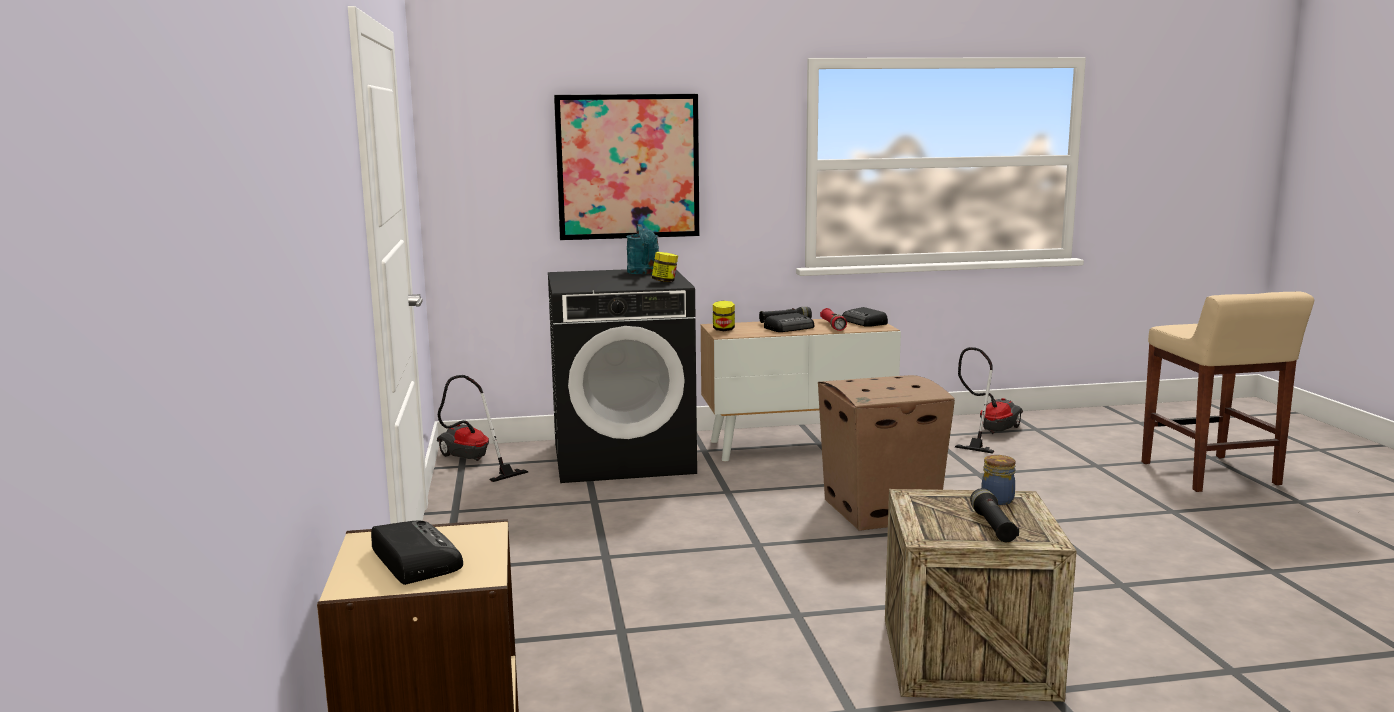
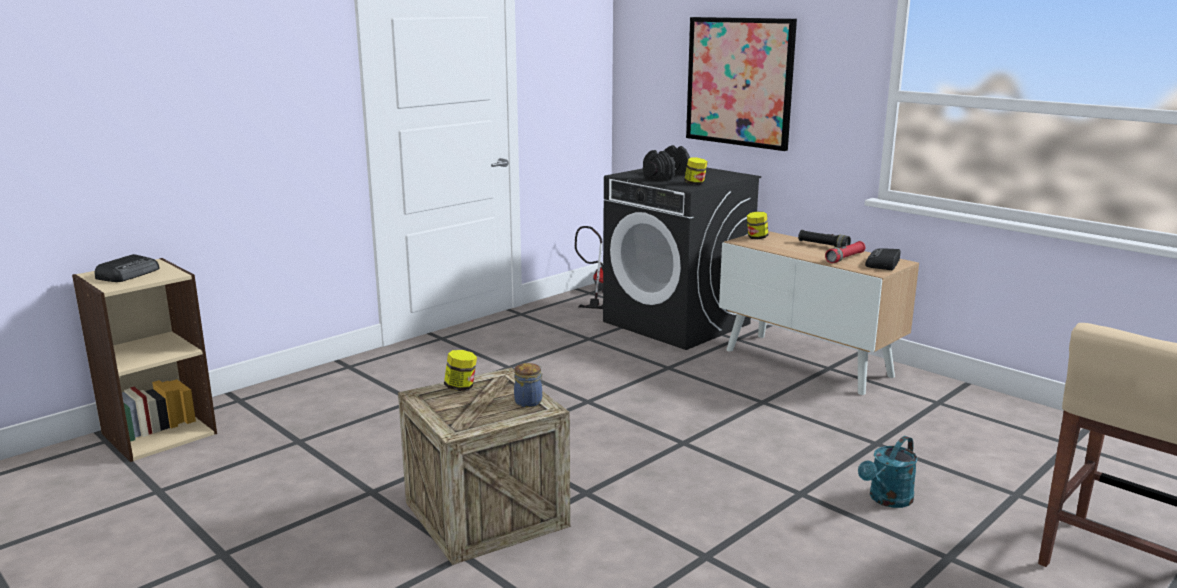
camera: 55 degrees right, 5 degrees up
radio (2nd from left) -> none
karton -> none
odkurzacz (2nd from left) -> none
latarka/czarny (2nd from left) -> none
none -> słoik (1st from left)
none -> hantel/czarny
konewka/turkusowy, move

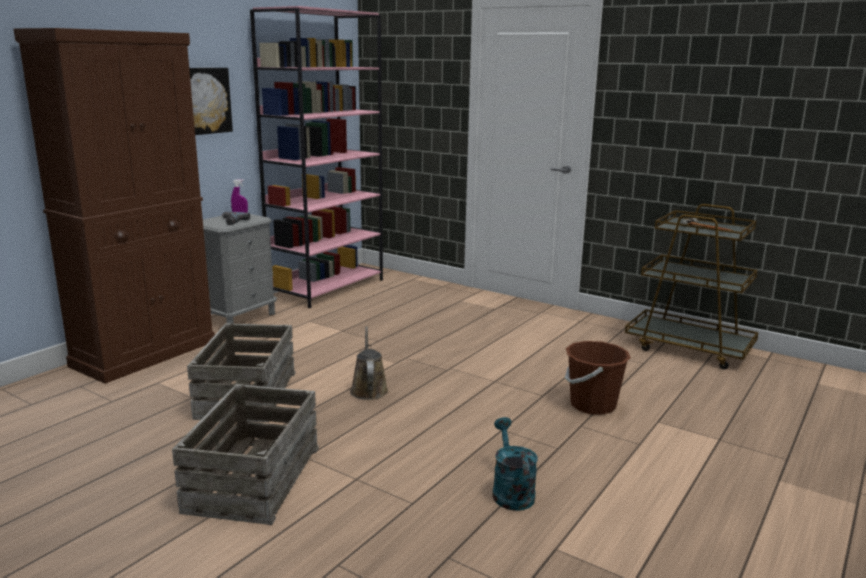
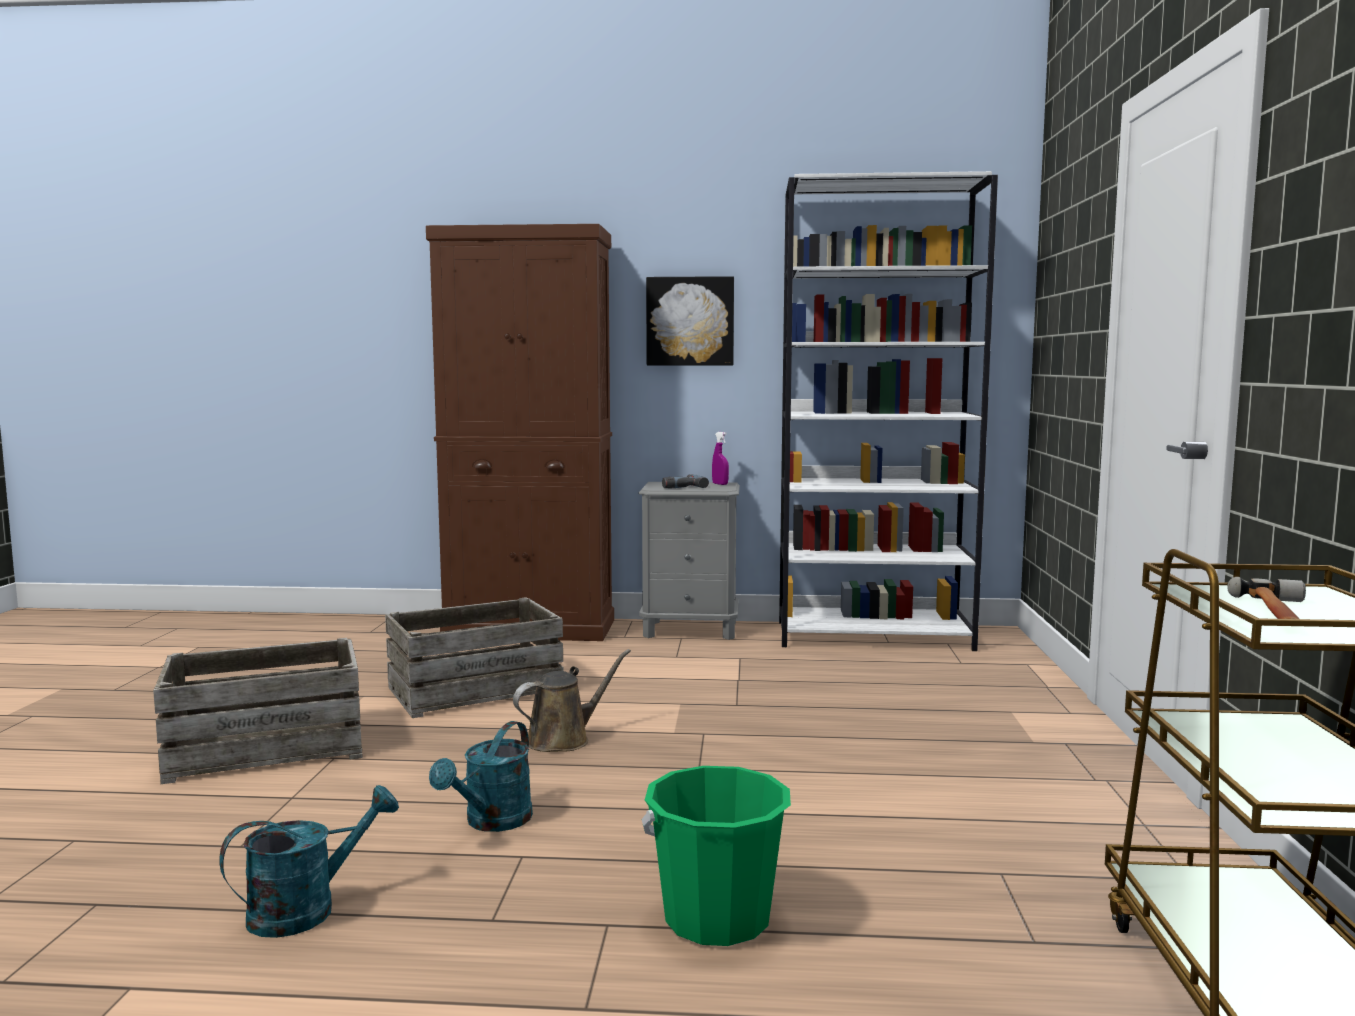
camera: 60 degrees right, 10 degrees down
none -> konewka/turkusowy (2nd from left)
regał/różowy -> regał/biały
wiadro/brązowy -> wiadro/zielony

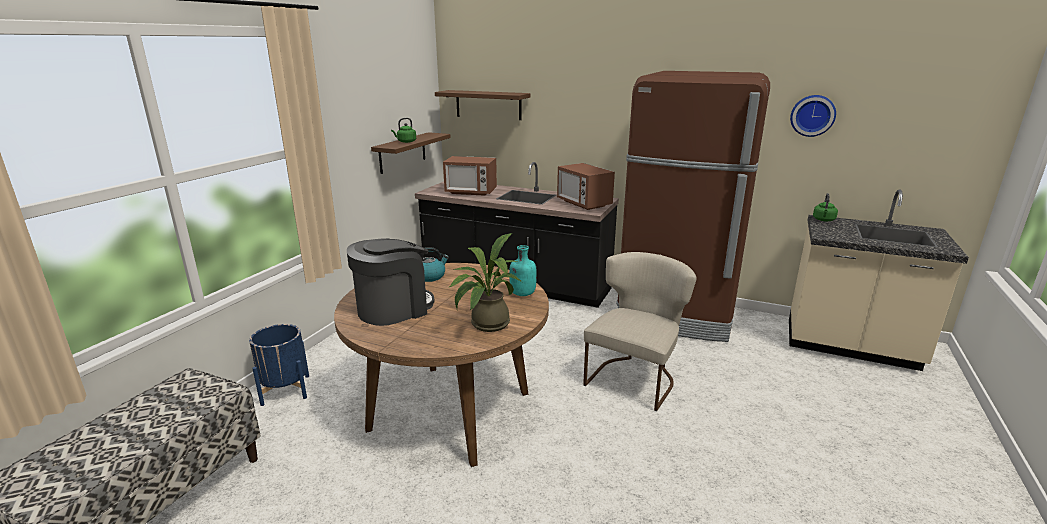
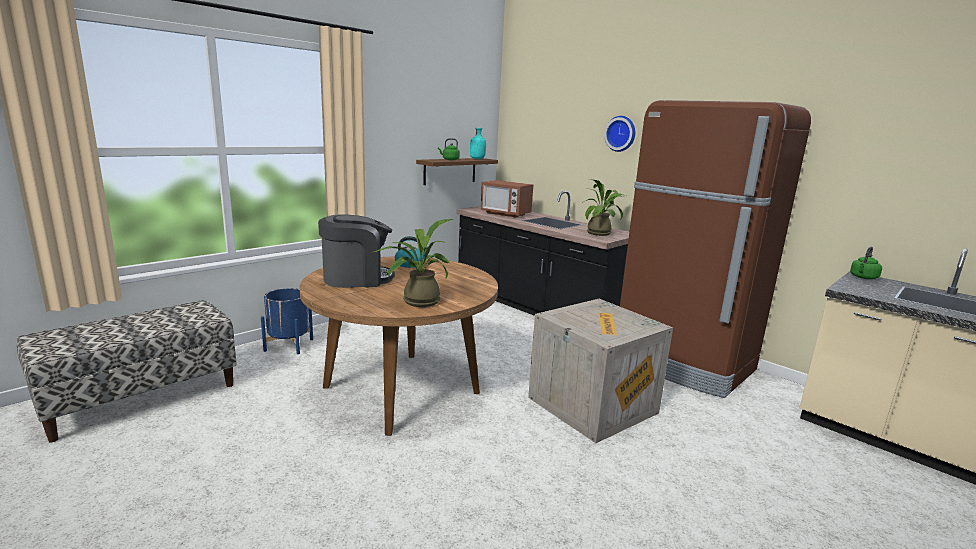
camera: 20 degrees right, 5 degrees down
półka/brązowy (2nd from left) -> none
butelka/turkusowy, move
zegar ścienny, move
mikrofalówka (2nd from left) -> roślina doniczkowa (2nd from left)
krzesło/beżowy -> skrzynka

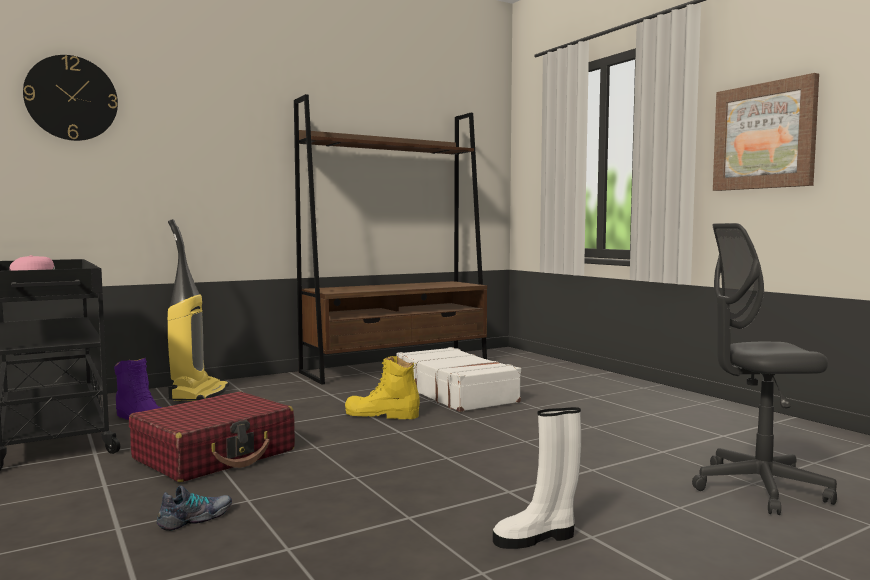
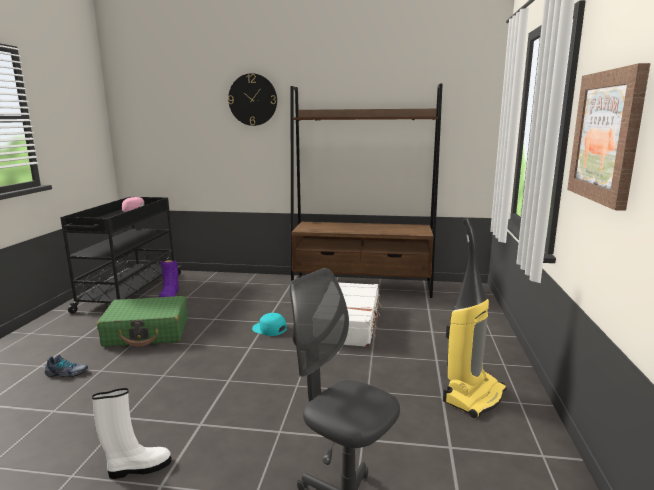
camera: 40 degrees right, 10 degrees up
zegar ścienny, move
odkurzacz, move
but z cholewką/żółty -> czapka z daszkiem/turkusowy
walizka/czerwony -> walizka/zielony
but z cholewką/biały, 135 degrees clockwise

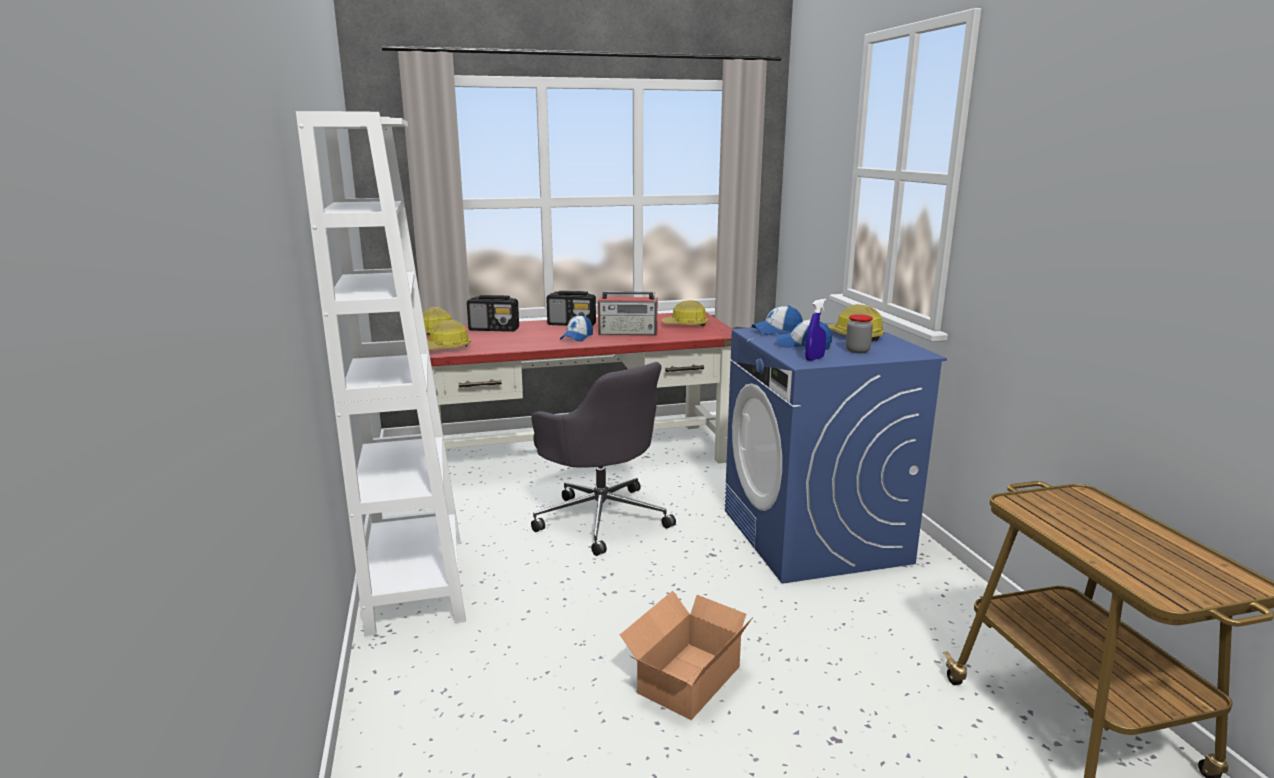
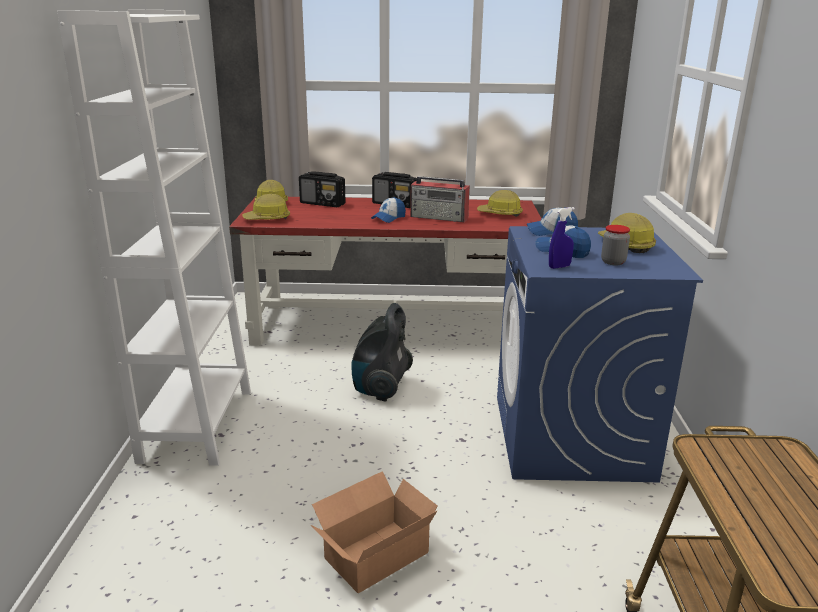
camera: 15 degrees right, 5 degrees up
krzesło biurowe/szary -> odkurzacz

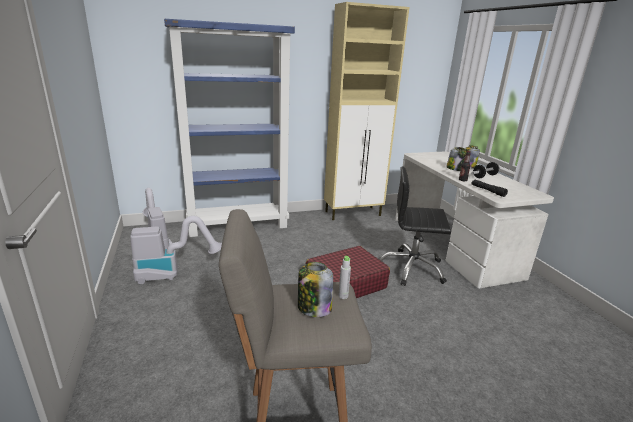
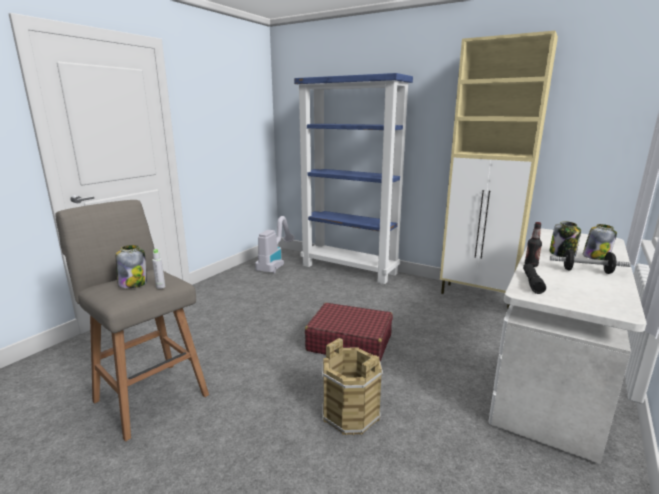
camera: 50 degrees right, 5 degrees down
odkurzacz (2nd from left) -> none
krzesło biurowe/czarny -> none
none -> wiadro/brązowy

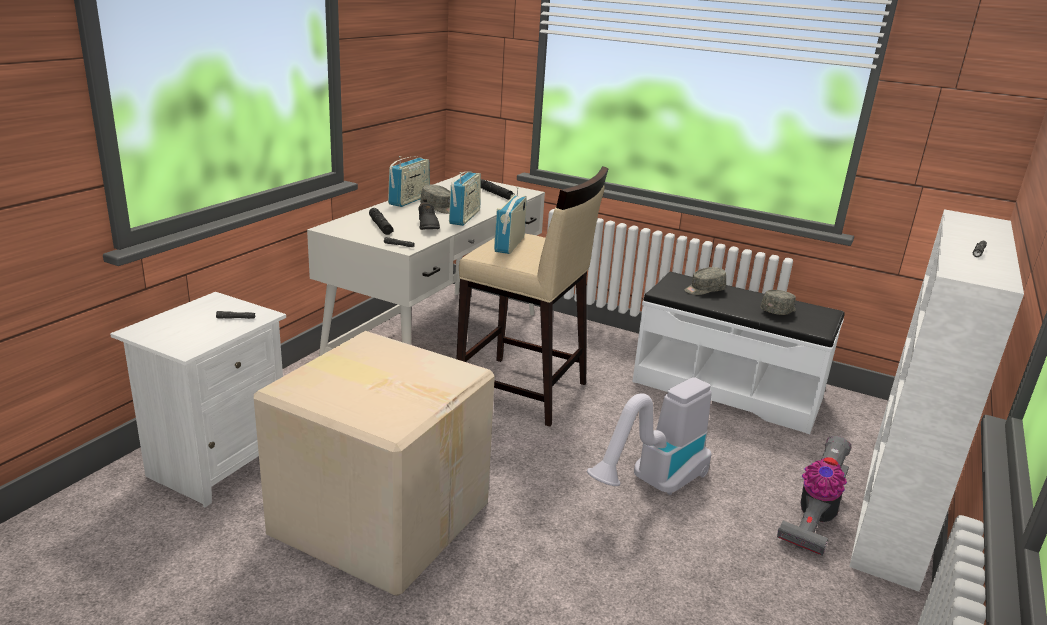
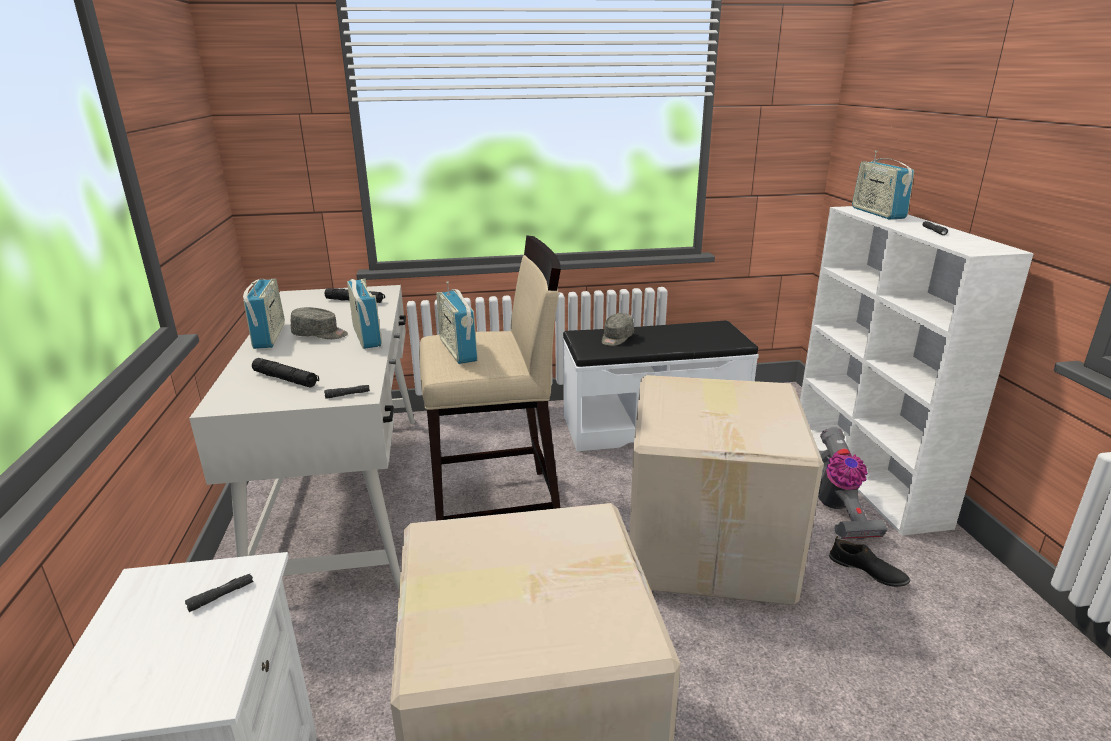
camera: 35 degrees left, 0 degrees up
czapka z daszkiem/szary (3rd from left) -> none
none -> radio (4th from left)
but/czarny, move
odkurzacz (1st from left) -> karton (2nd from left)

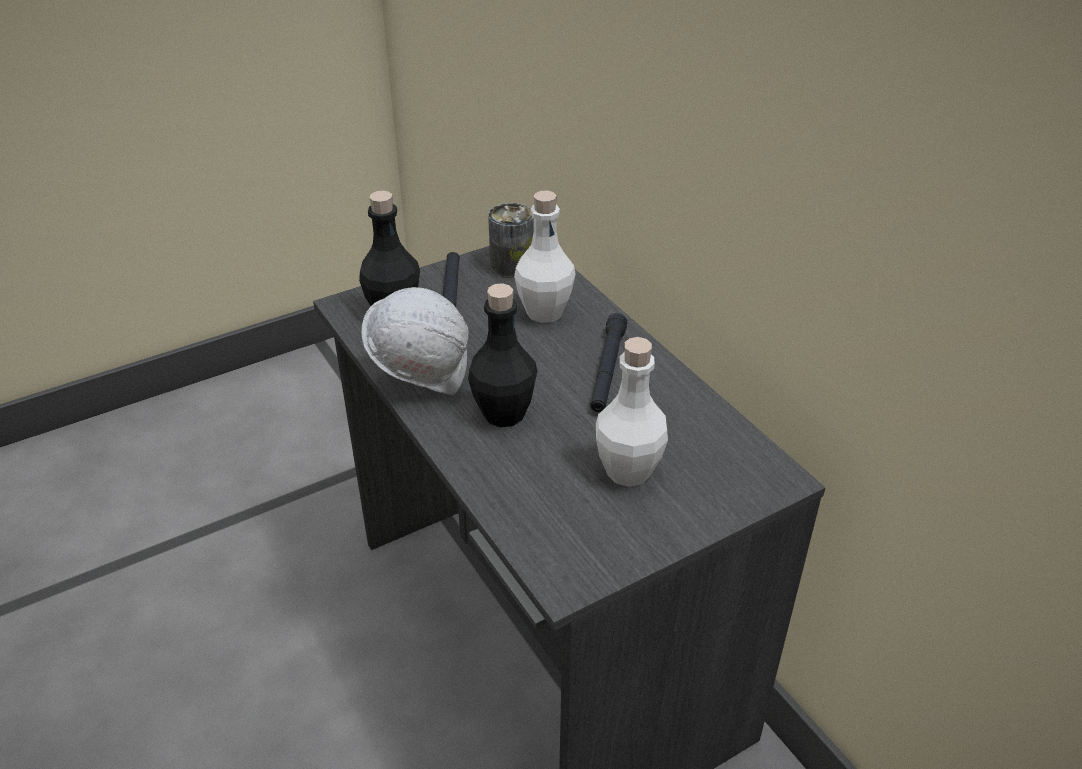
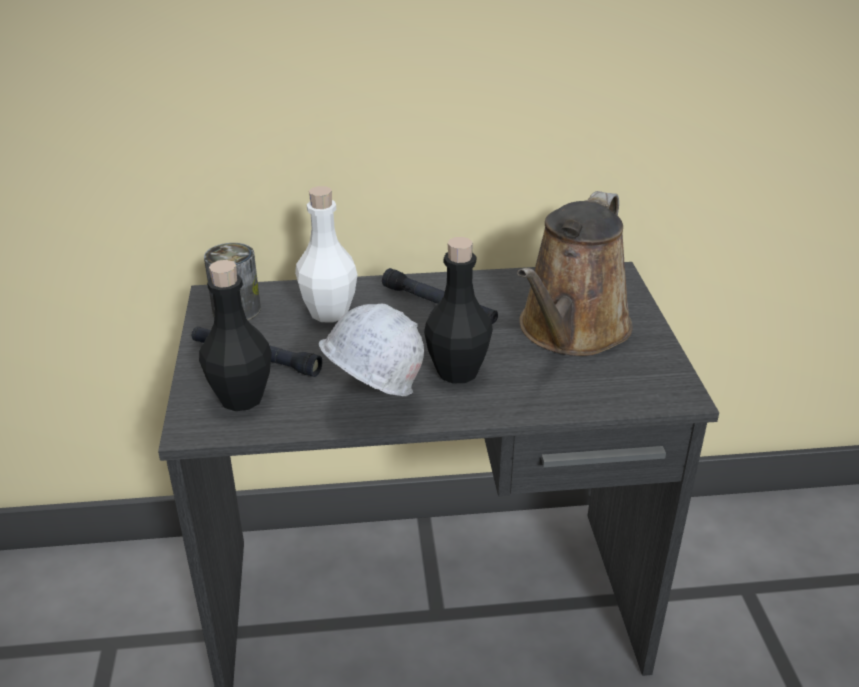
camera: 65 degrees left, 5 degrees down
butelka/biały (2nd from left) -> konewka/brązowy

